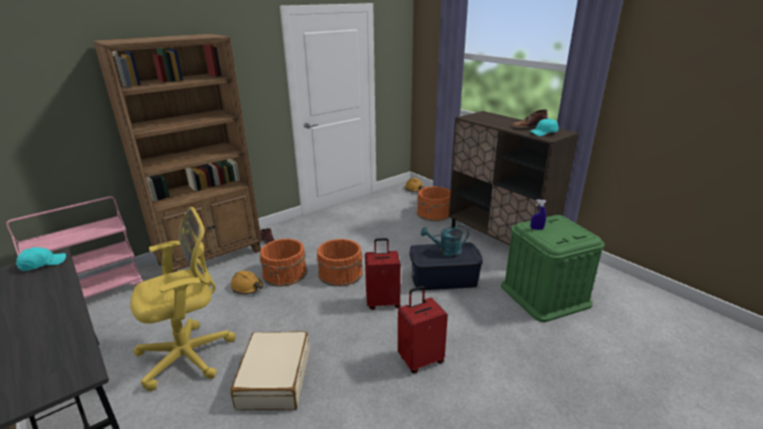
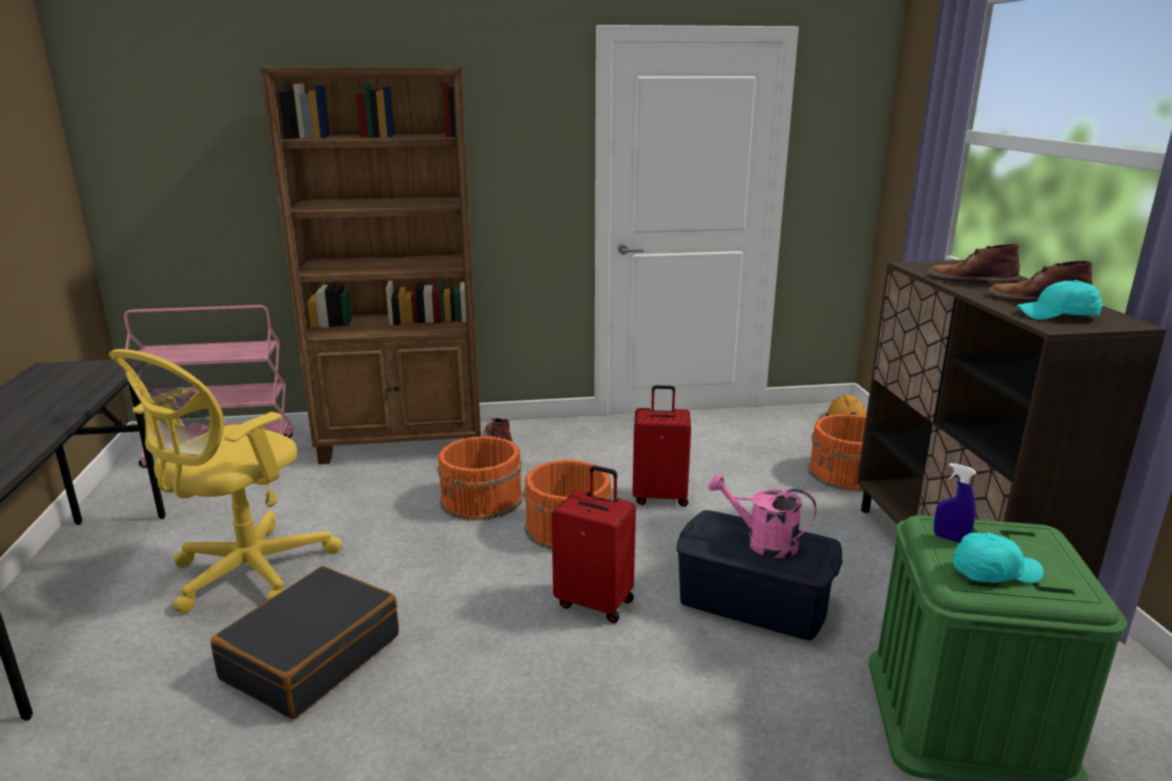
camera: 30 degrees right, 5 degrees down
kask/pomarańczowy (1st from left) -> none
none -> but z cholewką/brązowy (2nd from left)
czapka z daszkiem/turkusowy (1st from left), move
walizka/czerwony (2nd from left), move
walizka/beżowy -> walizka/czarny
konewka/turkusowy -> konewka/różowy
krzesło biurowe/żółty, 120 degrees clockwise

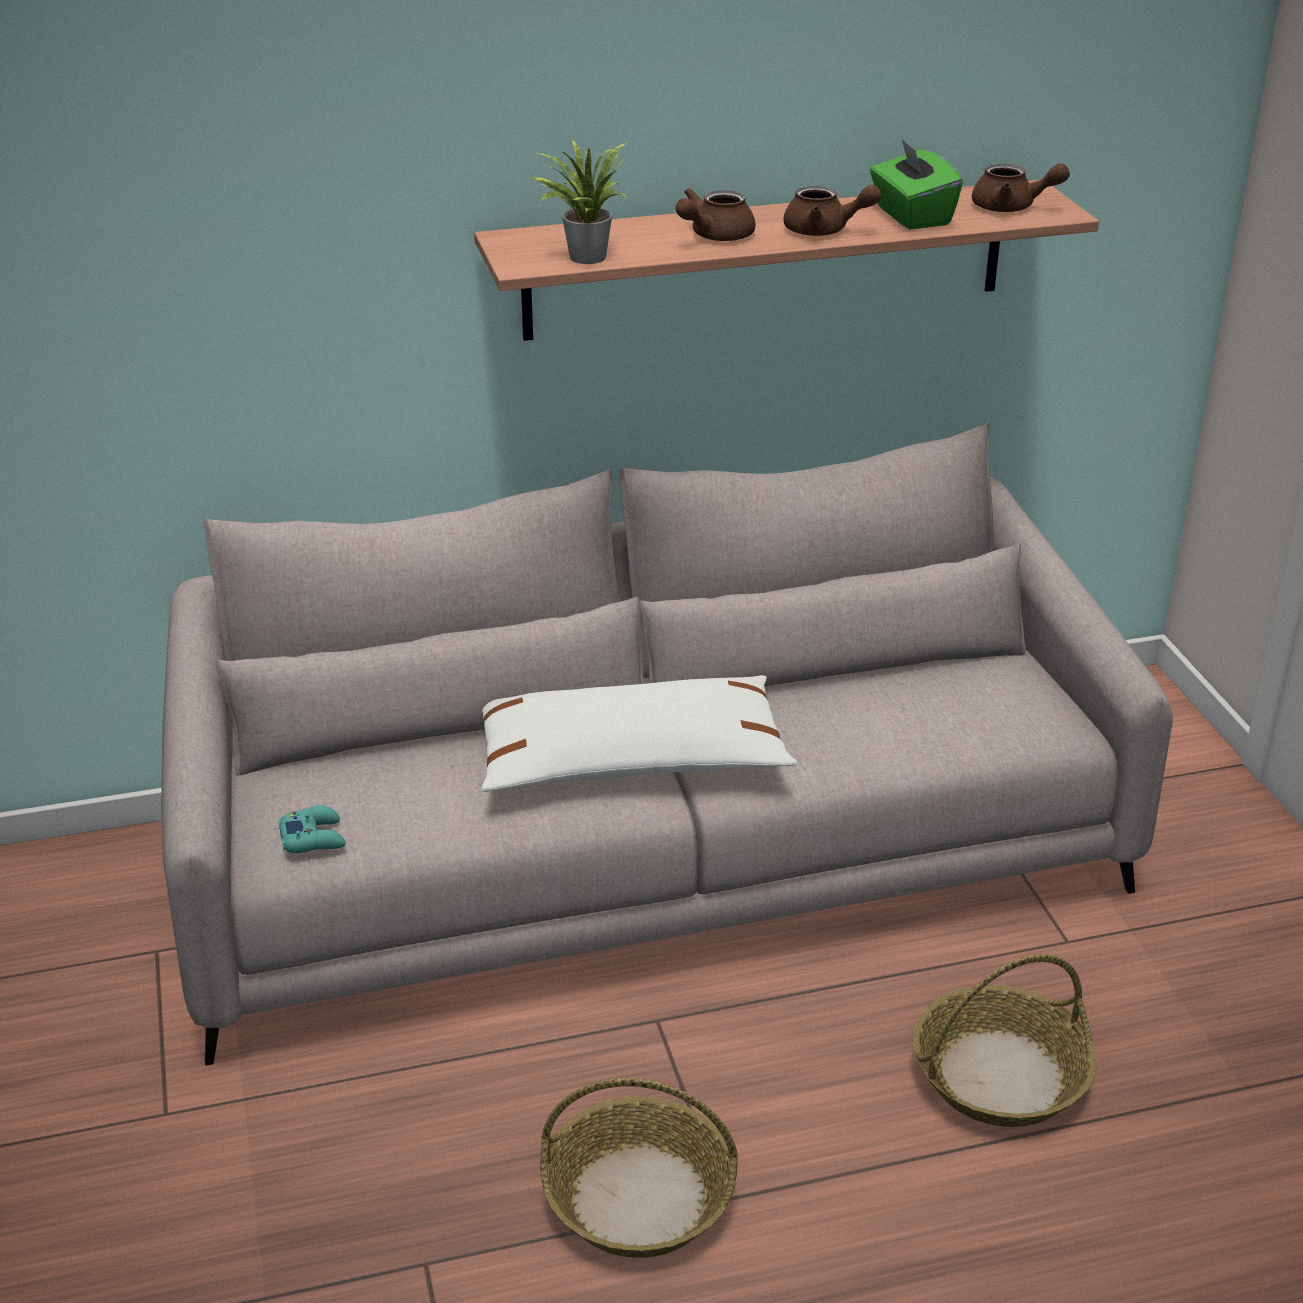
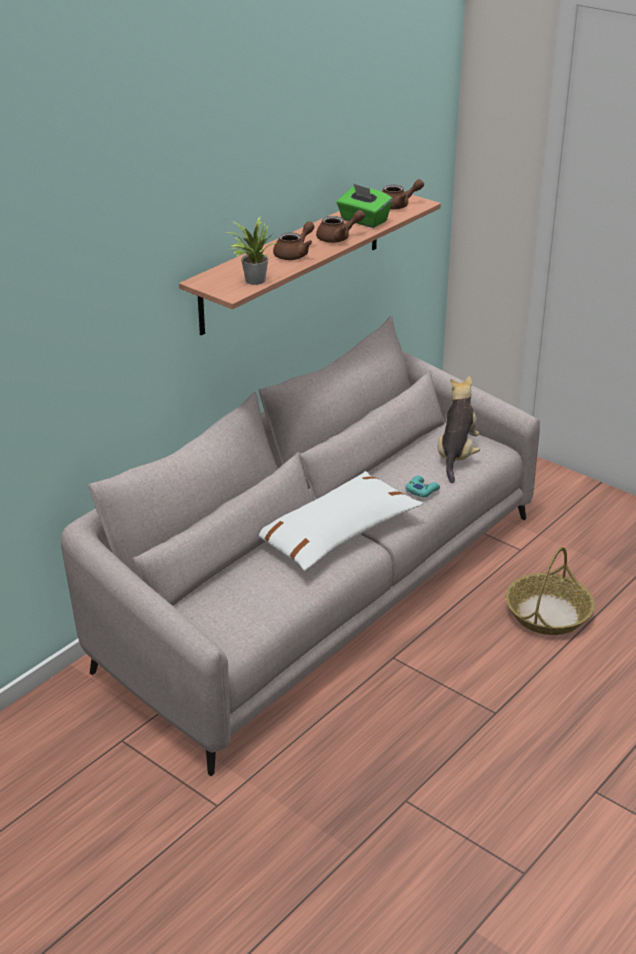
camera: 35 degrees left, 0 degrees up
koszyk (1st from left) -> none
none -> pluszak
pad do gier/turkusowy, move
imbryk/brązowy (1st from left), 150 degrees counterclockwise

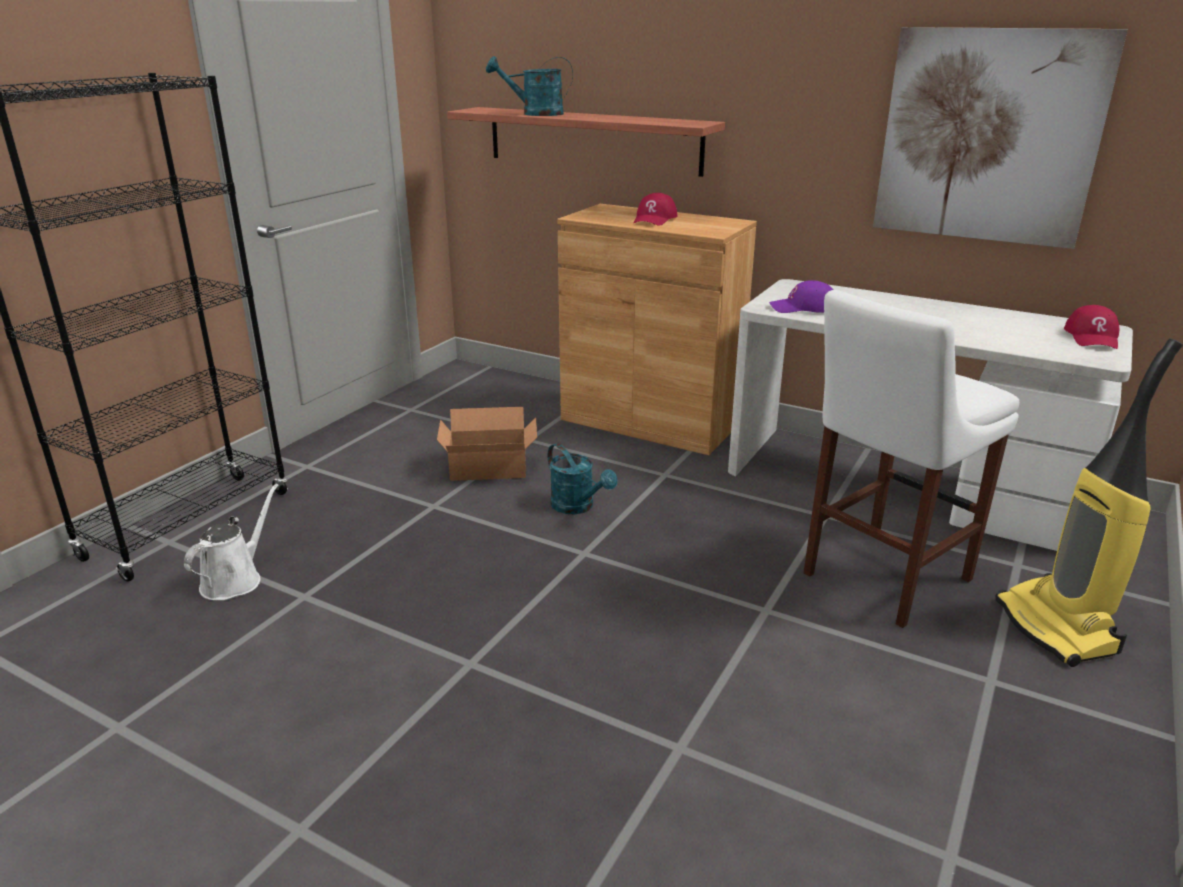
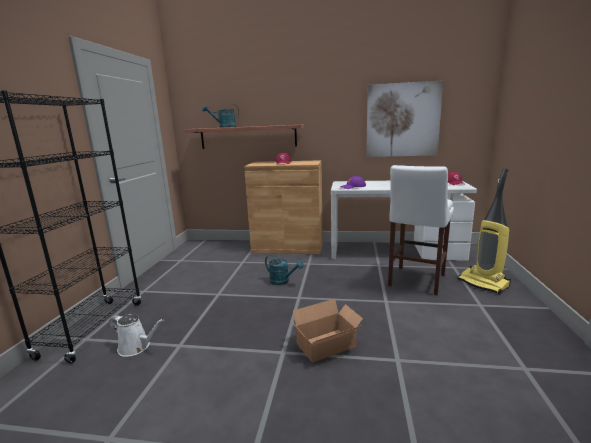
camera: 20 degrees left, 10 degrees down
karton, move
konewka/biały, 105 degrees clockwise

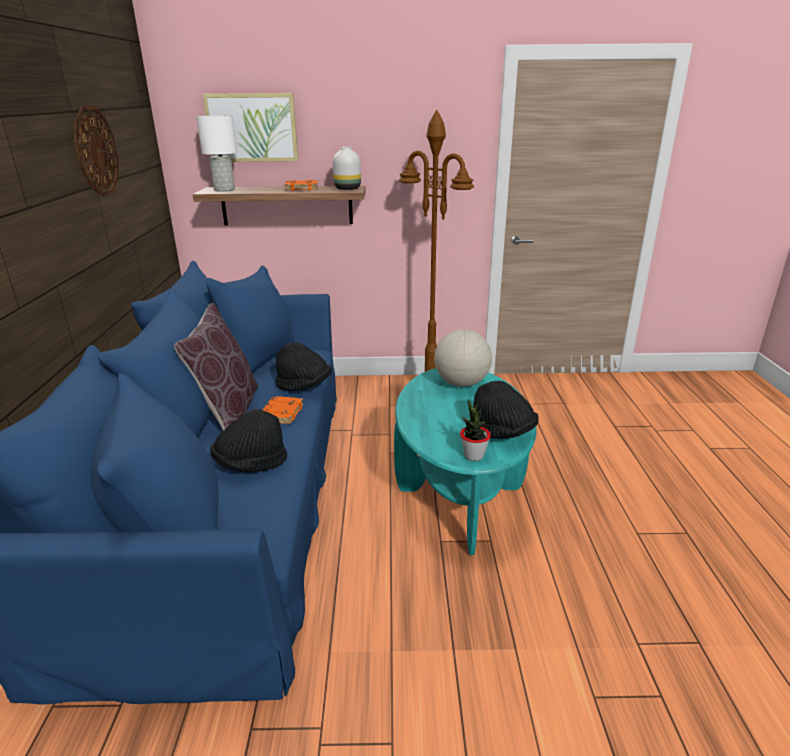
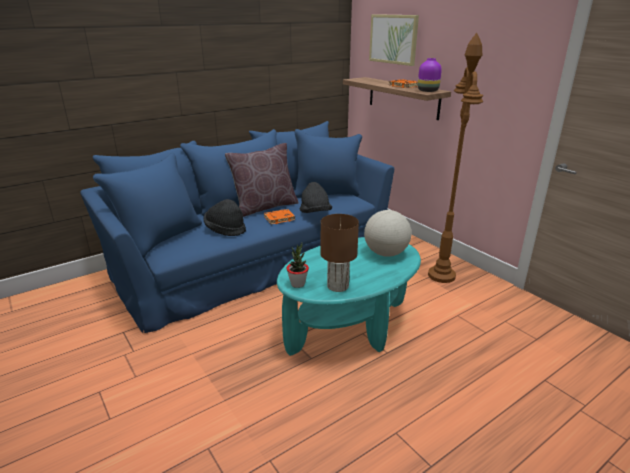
camera: 55 degrees right, 0 degrees up
zegar ścienny -> none
lampa stołowa/biały -> none
kapelusz/czarny (3rd from left) -> lampa stołowa/brązowy
wazon/biały -> wazon/fioletowy

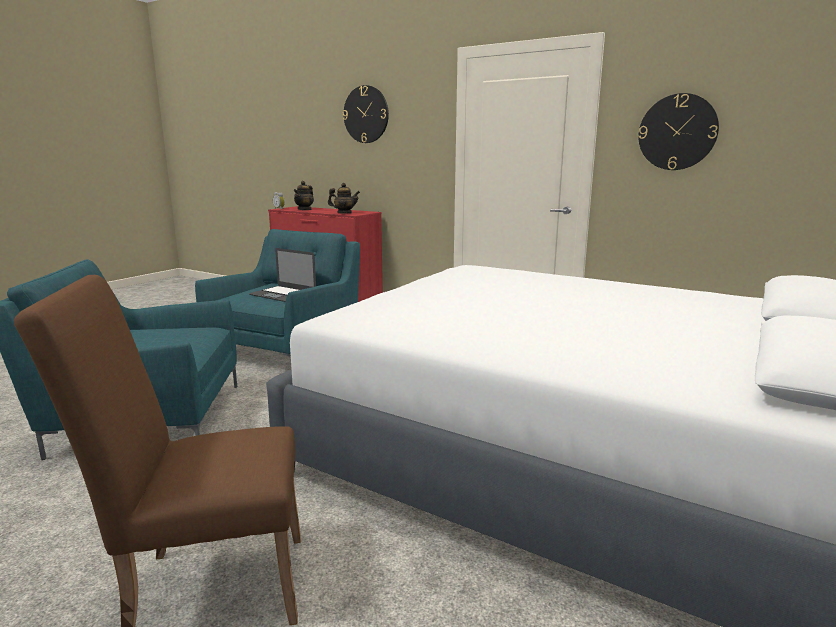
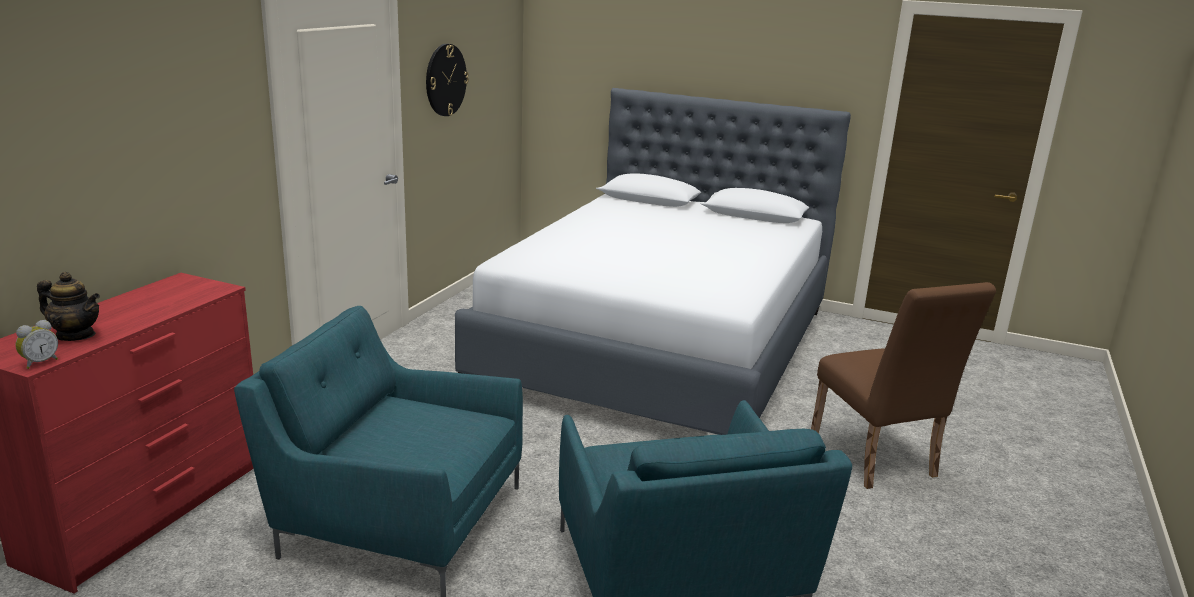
camera: 100 degrees left, 5 degrees up
laptop -> none
imbryk (2nd from left) -> none
zegar ścienny (1st from left) -> none

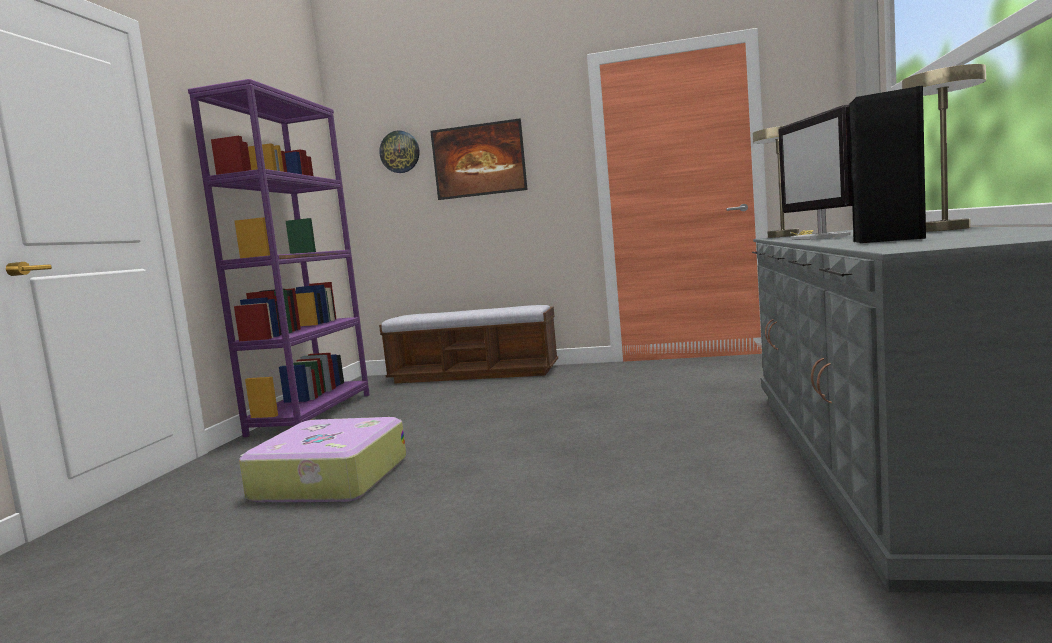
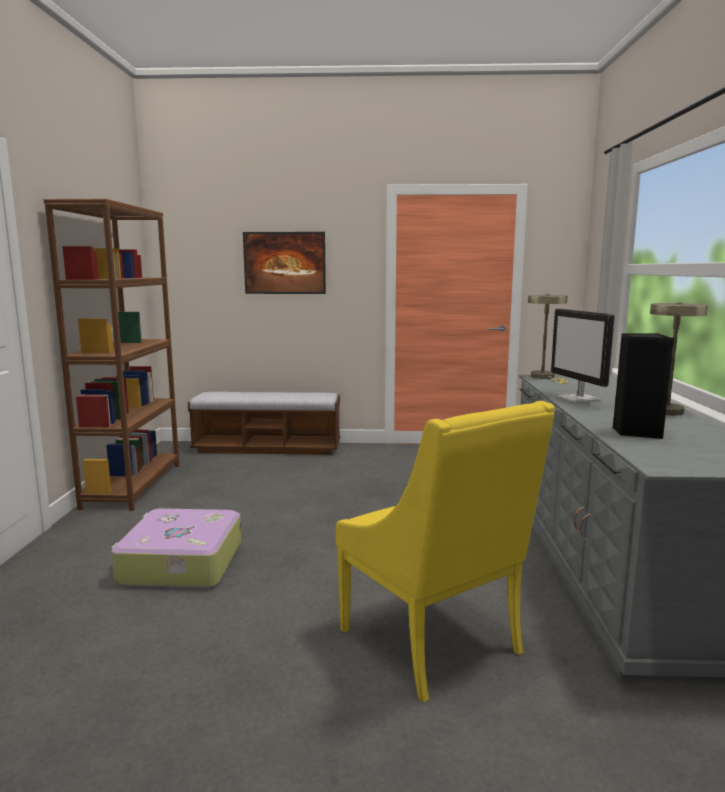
camera: 10 degrees left, 5 degrees up
zegar ścienny -> none
none -> fotel/żółty
regał/fioletowy -> regał/brązowy

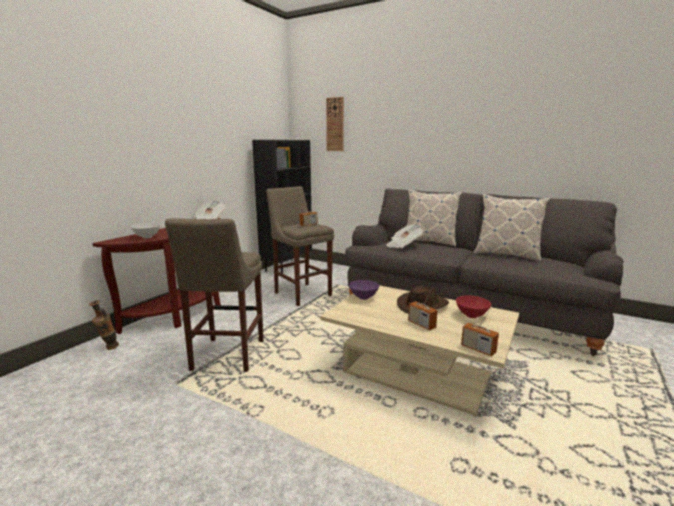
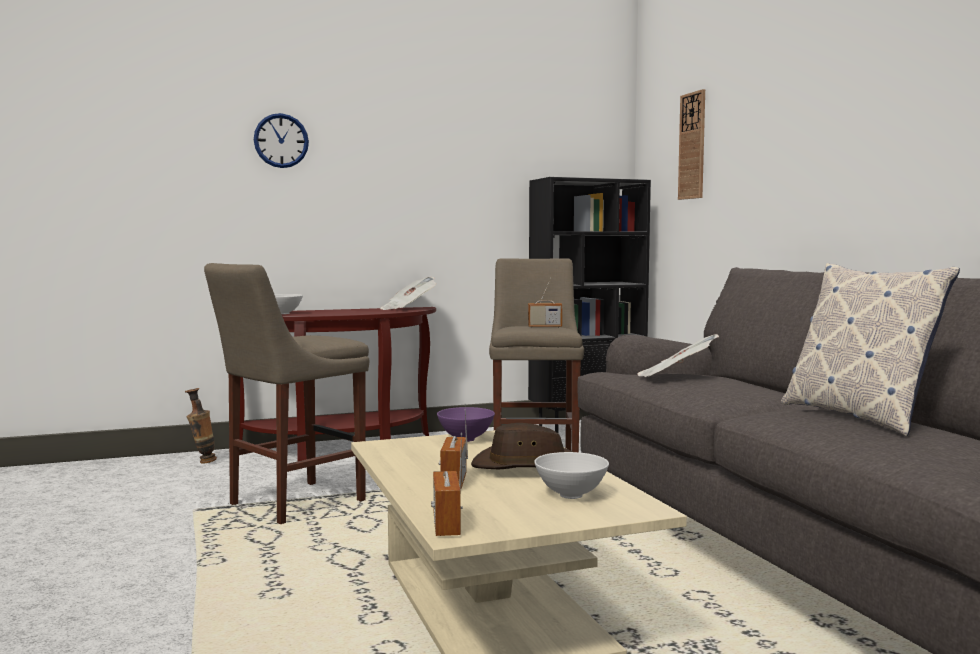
camera: 40 degrees right, 10 degrees down
poduszka (1st from left) -> none
none -> zegar ścienny (1st from left)
miska/czerwony -> miska/biały (2nd from left)

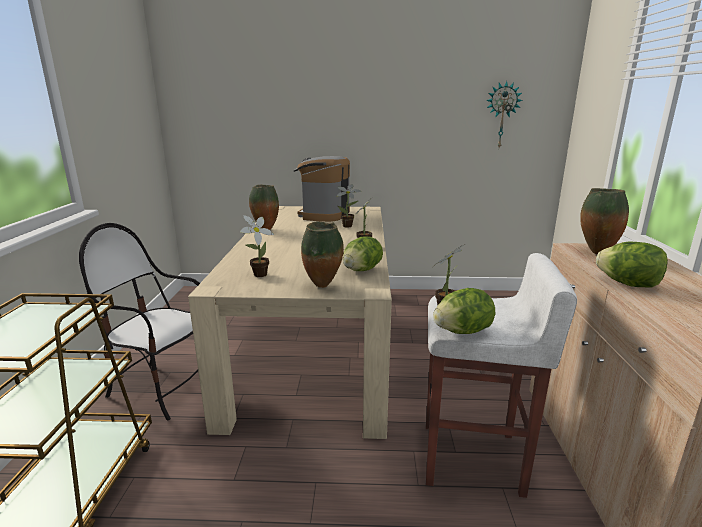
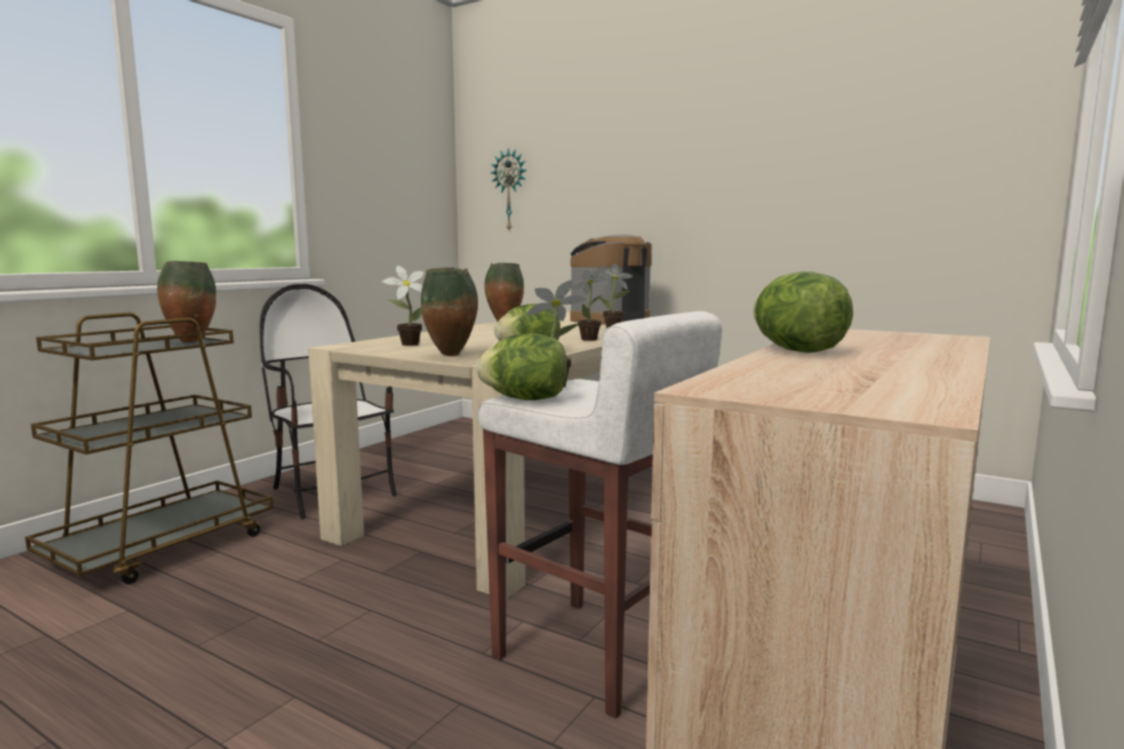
camera: 30 degrees right, 10 degrees down
zegar ścienny, move
wazon (3rd from left in the first image) -> wazon (1st from left), move

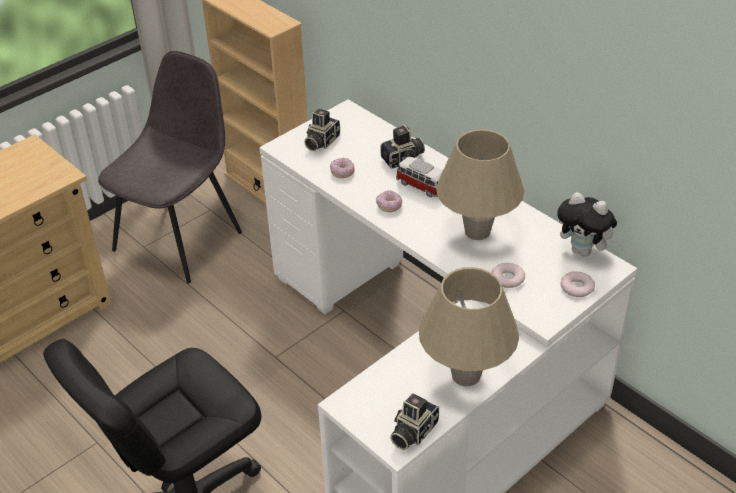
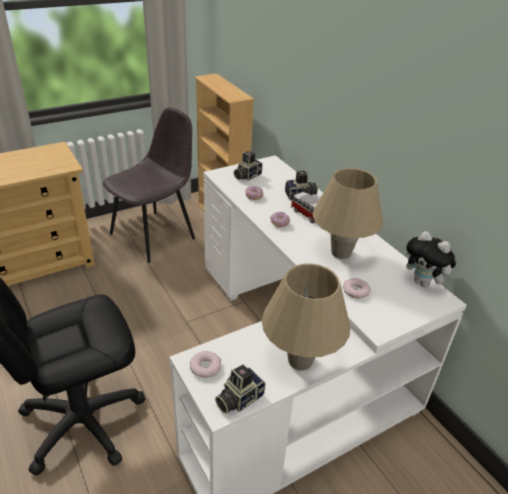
camera: 10 degrees right, 5 degrees down
donut (4th from left in the first image) -> donut (1st from left), move

